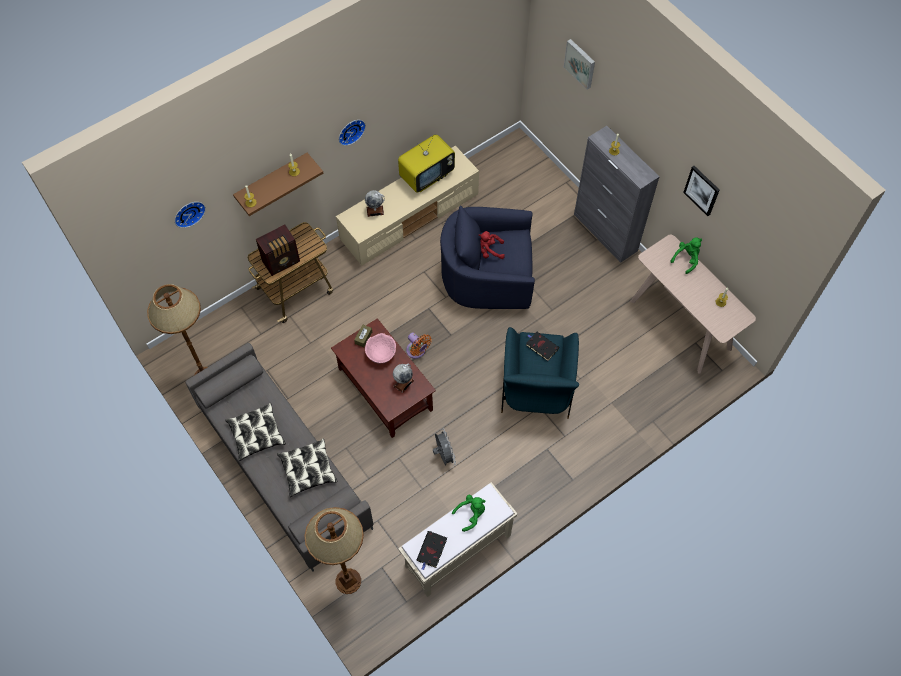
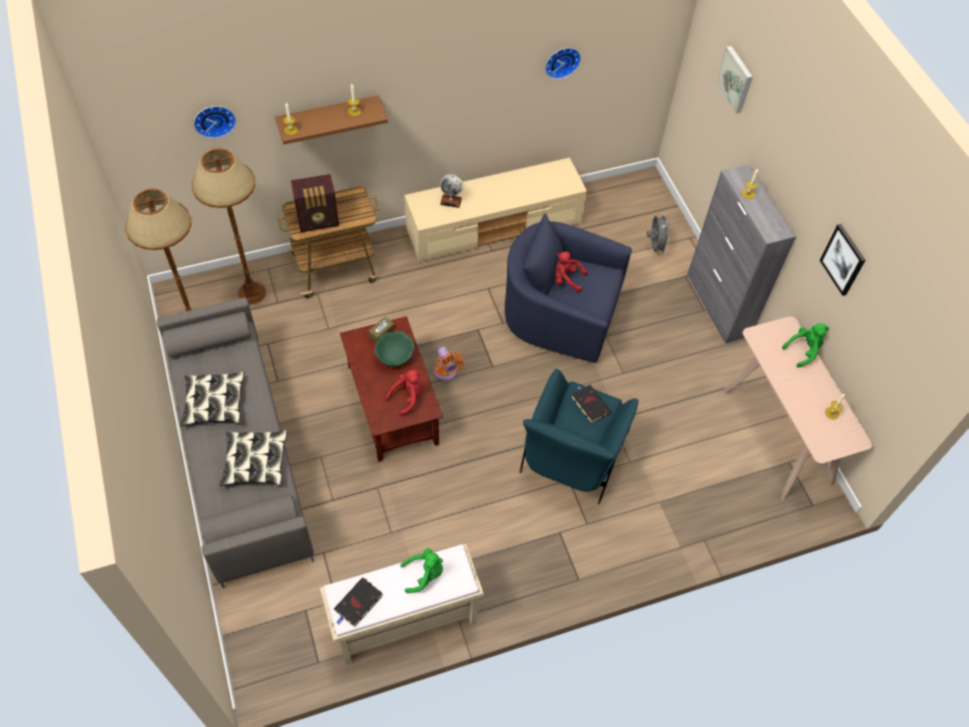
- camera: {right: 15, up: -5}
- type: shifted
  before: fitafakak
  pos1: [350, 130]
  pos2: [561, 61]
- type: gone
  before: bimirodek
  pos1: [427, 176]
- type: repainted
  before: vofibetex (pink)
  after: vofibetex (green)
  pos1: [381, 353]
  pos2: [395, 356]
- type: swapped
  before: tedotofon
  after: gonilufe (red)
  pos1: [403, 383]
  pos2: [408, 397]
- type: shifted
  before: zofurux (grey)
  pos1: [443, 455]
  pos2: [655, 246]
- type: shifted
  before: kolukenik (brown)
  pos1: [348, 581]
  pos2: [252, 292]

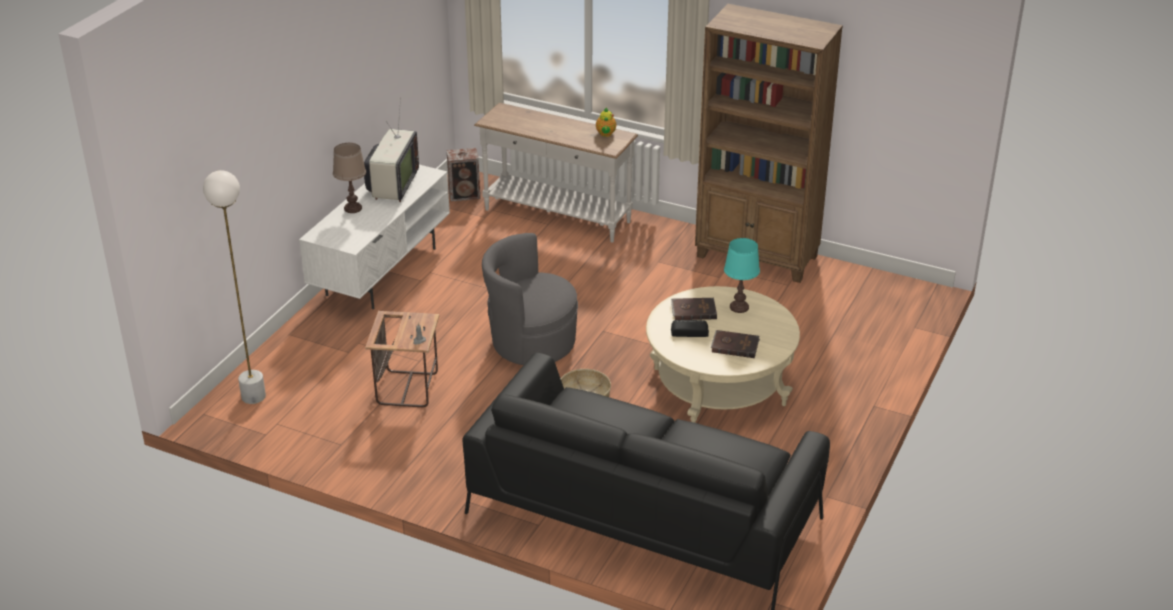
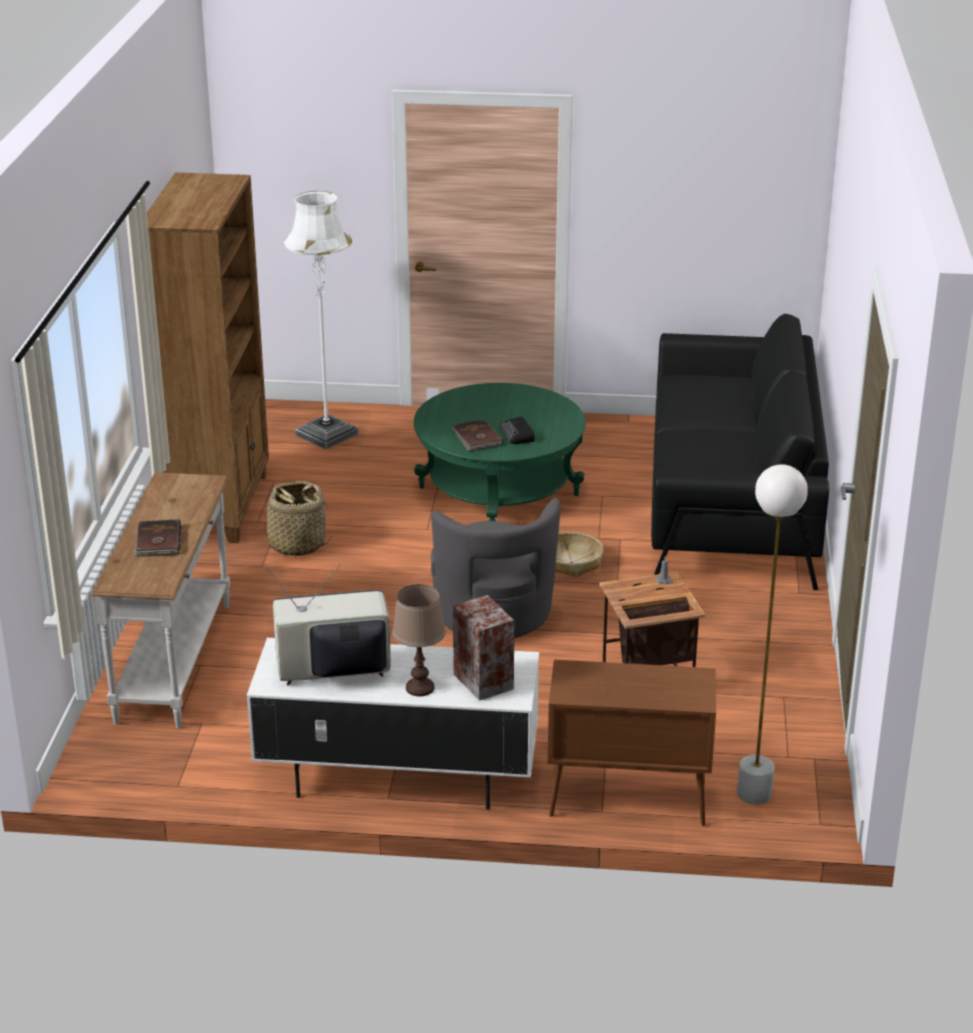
- camera: {right: -110, up: -5}
- type: gone
  before: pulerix
  pos1: [605, 134]
- type: shifted
  before: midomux
  pos1: [465, 194]
  pos2: [483, 680]
- type: gone
  before: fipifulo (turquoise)
  pos1: [739, 307]
- type: repainted
  before: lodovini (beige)
  after: lodovini (green)
  pos1: [718, 387]
  pos2: [499, 492]
- type: shifted
  before: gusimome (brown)
  pos1: [735, 345]
  pos2: [157, 541]
- type: new
  after: kolukenik (white)
  pos2: [327, 434]
- type: new
  after: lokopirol
  pos2: [296, 544]
- type: new
  after: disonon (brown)
  pos2: [626, 800]

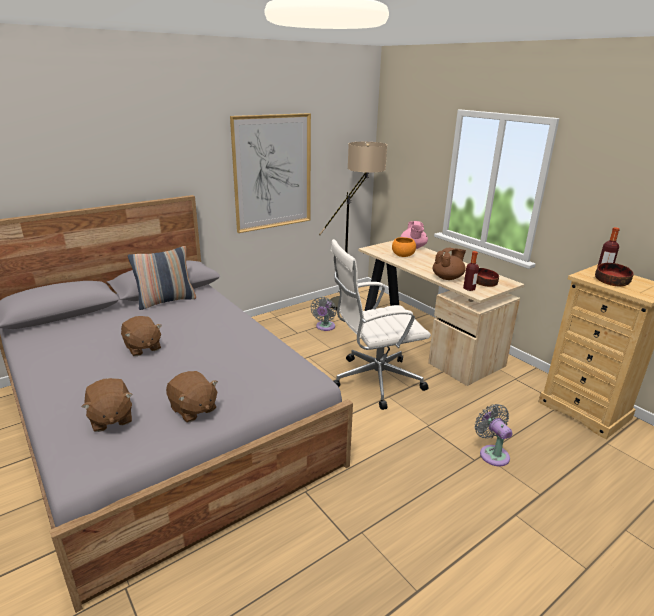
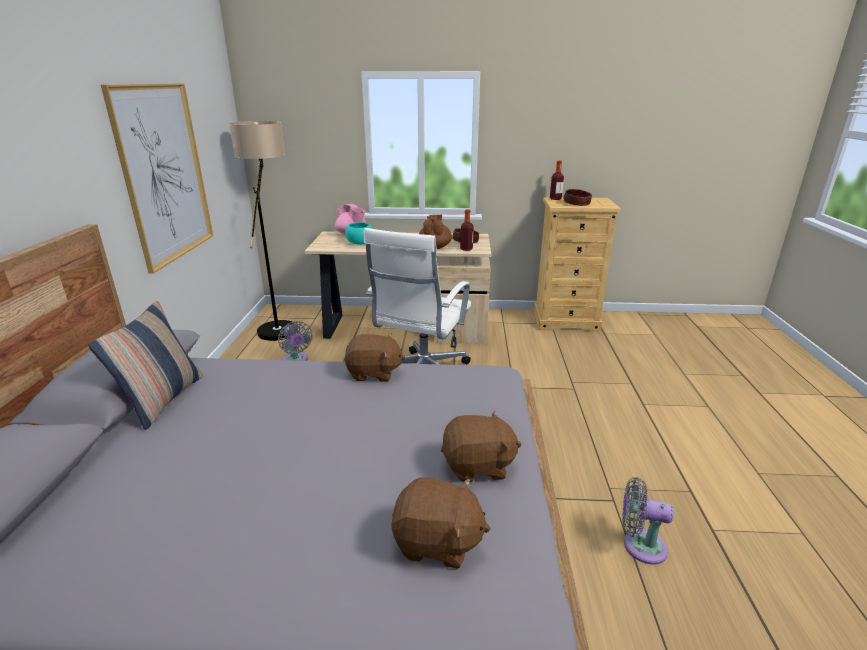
- camera: {right: -50, up: 0}
- type: repainted
  before: vofibetex (orange)
  after: vofibetex (turquoise)
  pos1: [402, 255]
  pos2: [359, 243]
- type: shifted
  before: gonilufe (brown)
  pos1: [142, 348]
  pos2: [374, 373]
- type: shifted
  before: zofurux (grey)
  pos1: [492, 453]
  pos2: [639, 545]

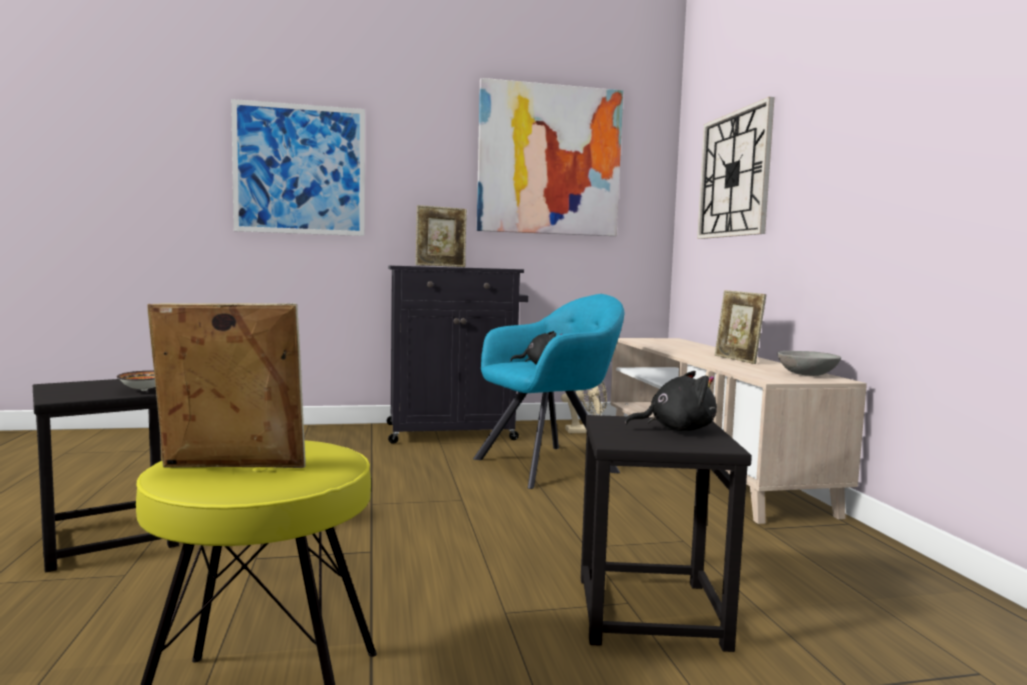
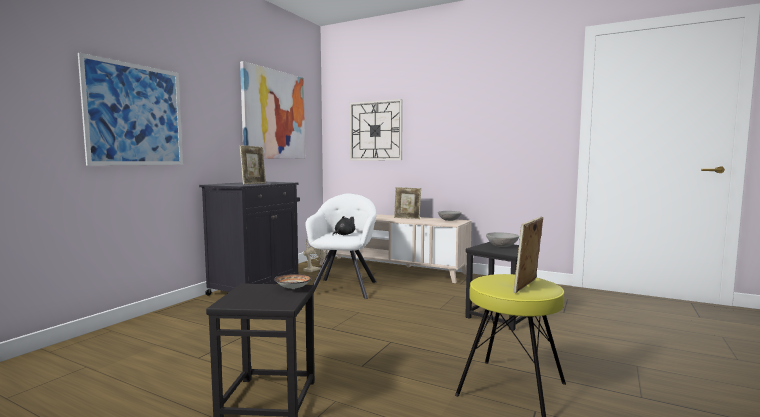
- camera: {right: -50, up: 0}
- type: repainted
  before: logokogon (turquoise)
  after: logokogon (white)
  pos1: [550, 464]
  pos2: [344, 287]
- type: swapped
  before: gonilufe (black)
  after: vofibetex (grey)
  pos1: [676, 429]
  pos2: [501, 246]

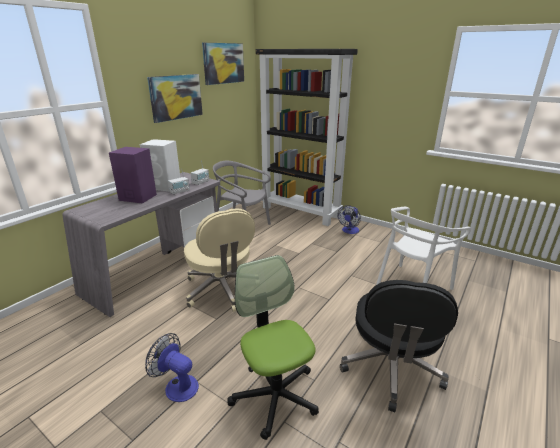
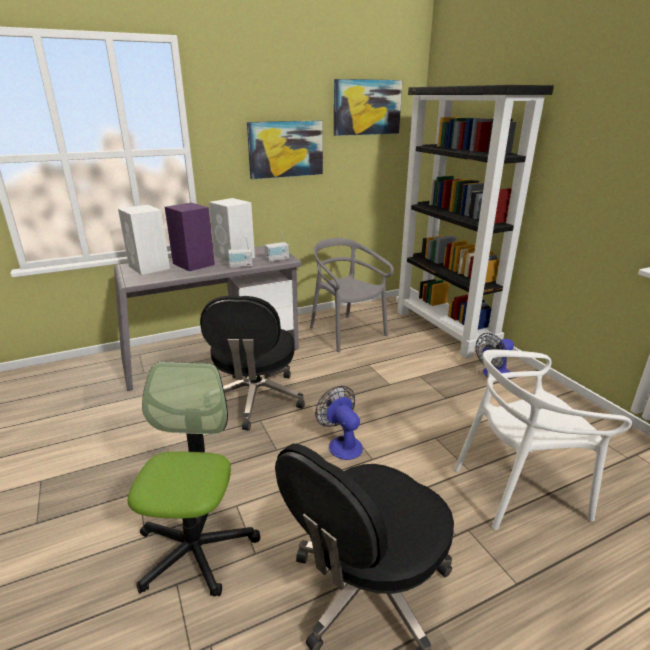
- camera: {right: 30, up: 0}
- type: repainted
  before: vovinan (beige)
  after: vovinan (black)
  pos1: [221, 290]
  pos2: [255, 400]
- type: shifted
  before: zofurux
  pos1: [177, 385]
  pos2: [342, 444]
- type: new
  after: midomux (white)
  pos2: [149, 267]

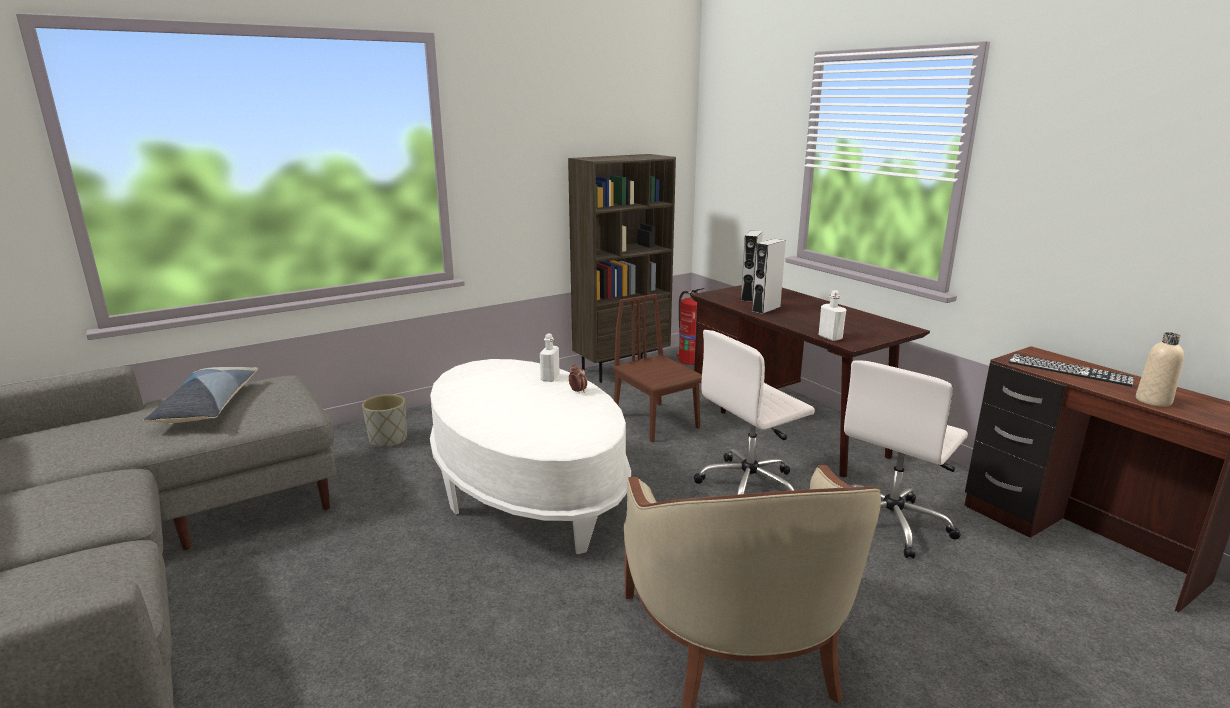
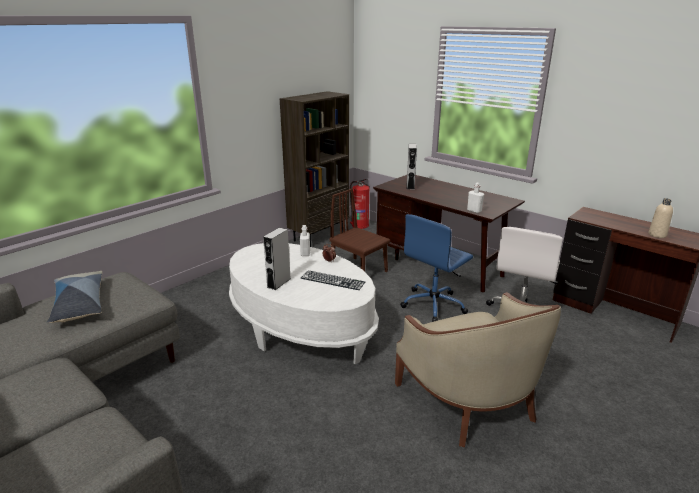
- camera: {right: -15, up: 5}
- type: shifted
  before: midomux (grey)
  pos1: [766, 309]
  pos2: [279, 283]
- type: repainted
  before: vovinan (white)
  after: vovinan (blue)
  pos1: [750, 485]
  pos2: [434, 304]
- type: shifted
  before: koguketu
  pos1: [1069, 370]
  pos2: [332, 280]
- type: gone
  before: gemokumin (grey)
  pos1: [388, 440]

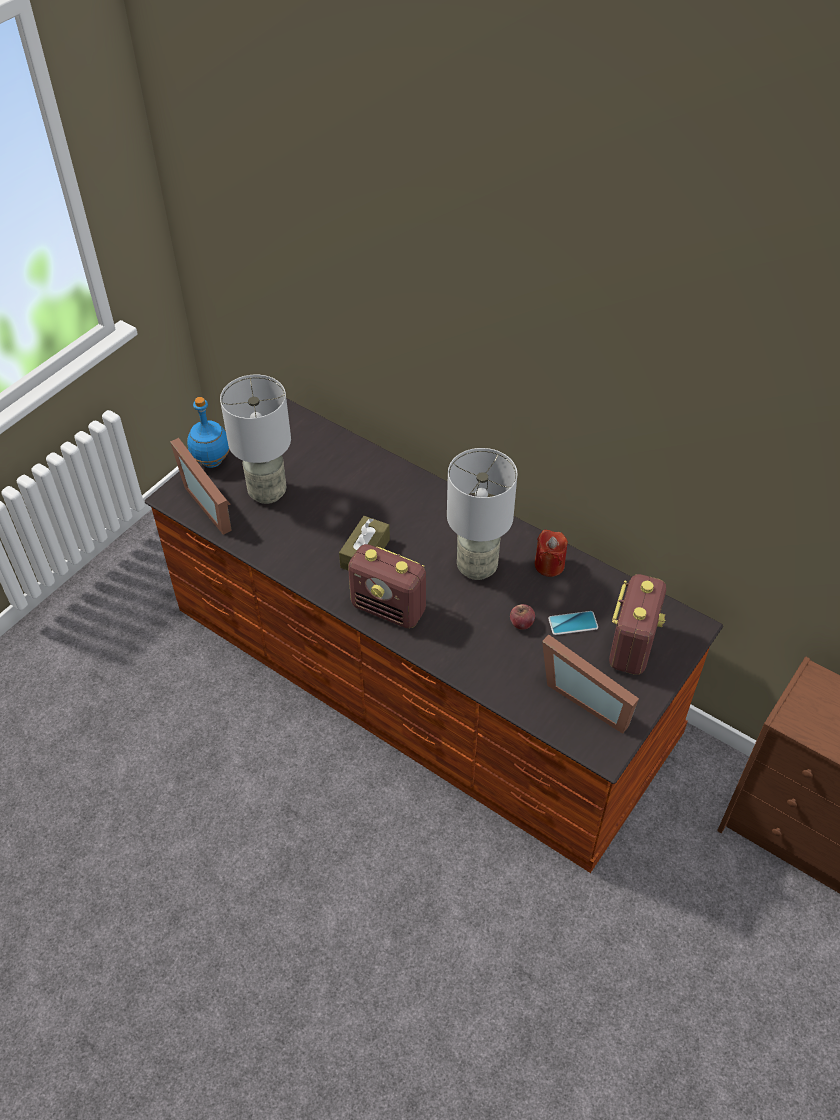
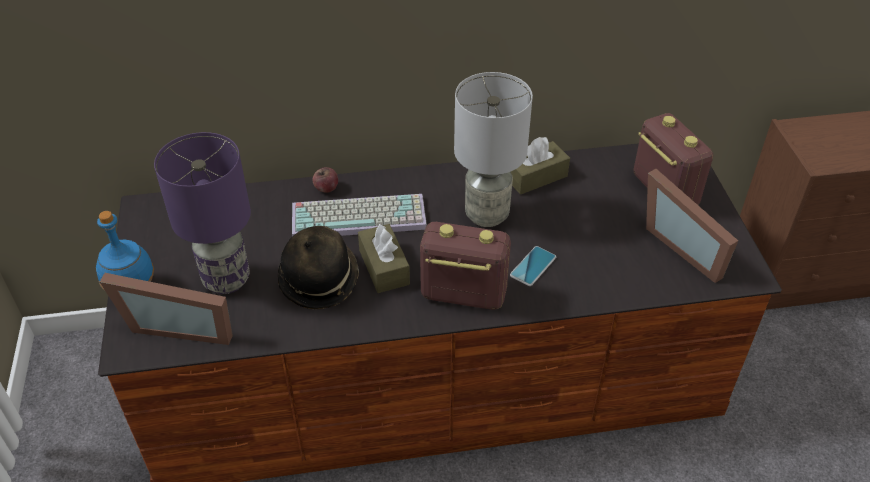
- camera: {right: -45, up: -5}
- type: repainted
  before: fipifulo (grey)
  after: fipifulo (purple)
  pos1: [266, 493]
  pos2: [226, 280]
- type: swapped
  before: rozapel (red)
  after: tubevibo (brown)
  pos1: [549, 565]
  pos2: [536, 177]
- type: rotated
  before: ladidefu
  pos1: [389, 609]
  pos2: [462, 294]
  turn: -150
- type: shifted
  before: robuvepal
  pos1: [521, 623]
  pos2: [326, 188]
- type: shifted
  before: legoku
  pos1: [573, 623]
  pos2: [533, 266]
- type: rotated
  before: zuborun
  pos1: [588, 696]
  pos2: [686, 245]
  turn: 60
- type: new
  after: koguketu
  pos2: [360, 216]
- type: new
  after: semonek
  pos2: [319, 279]

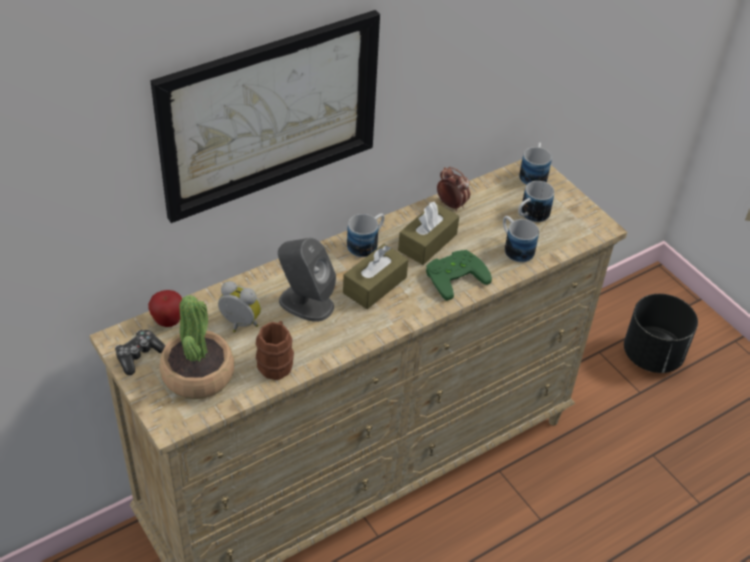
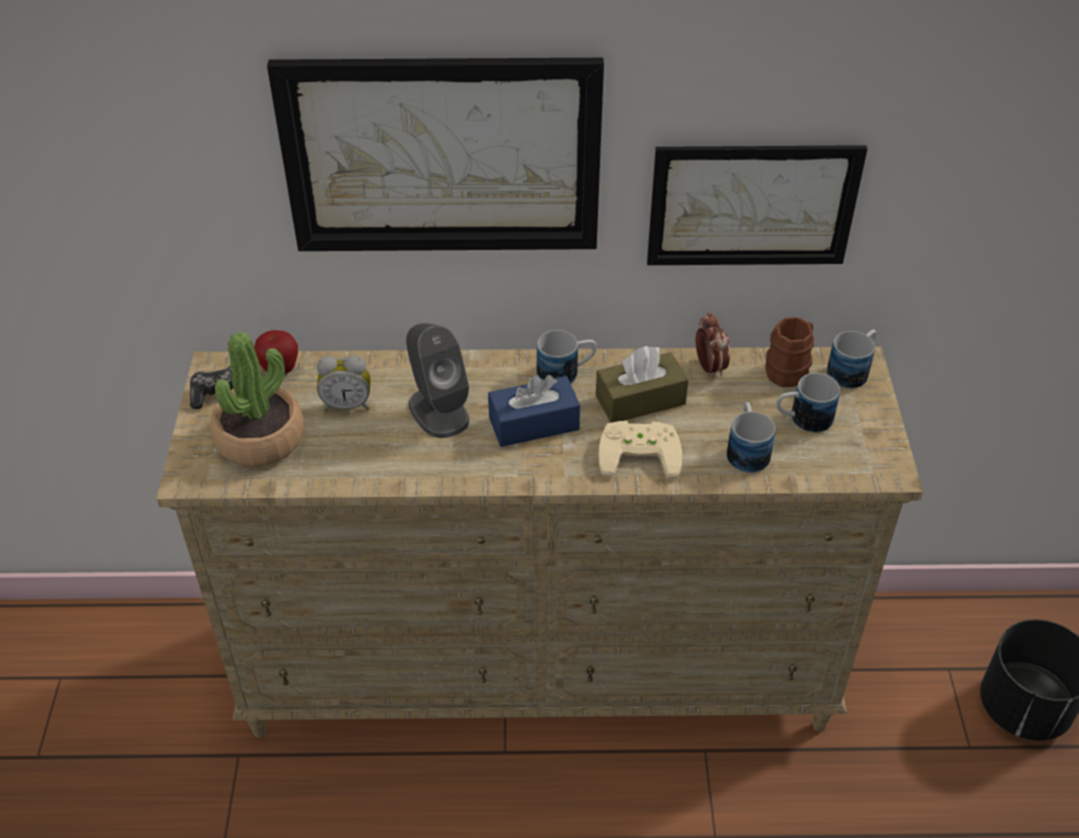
- camera: {right: 35, up: 0}
- type: repainted
  before: tubevibo (brown)
  after: tubevibo (blue)
  pos1: [375, 285]
  pos2: [534, 423]
- type: repainted
  before: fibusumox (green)
  after: fibusumox (beige)
  pos1: [454, 275]
  pos2: [639, 451]
- type: rotated
  before: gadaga
  pos1: [239, 325]
  pos2: [347, 404]
  turn: 120
- type: shifted
  before: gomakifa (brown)
  pos1: [276, 361]
  pos2: [790, 369]
- type: new
  after: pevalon
  pos2: [752, 205]

